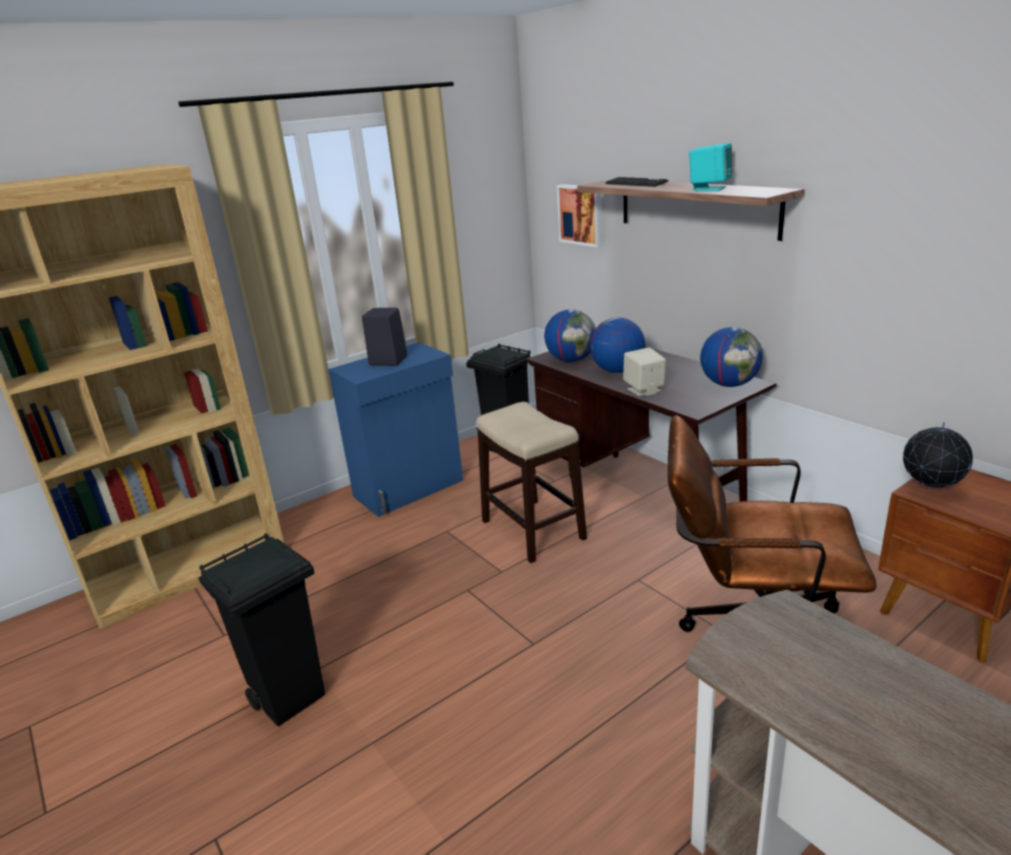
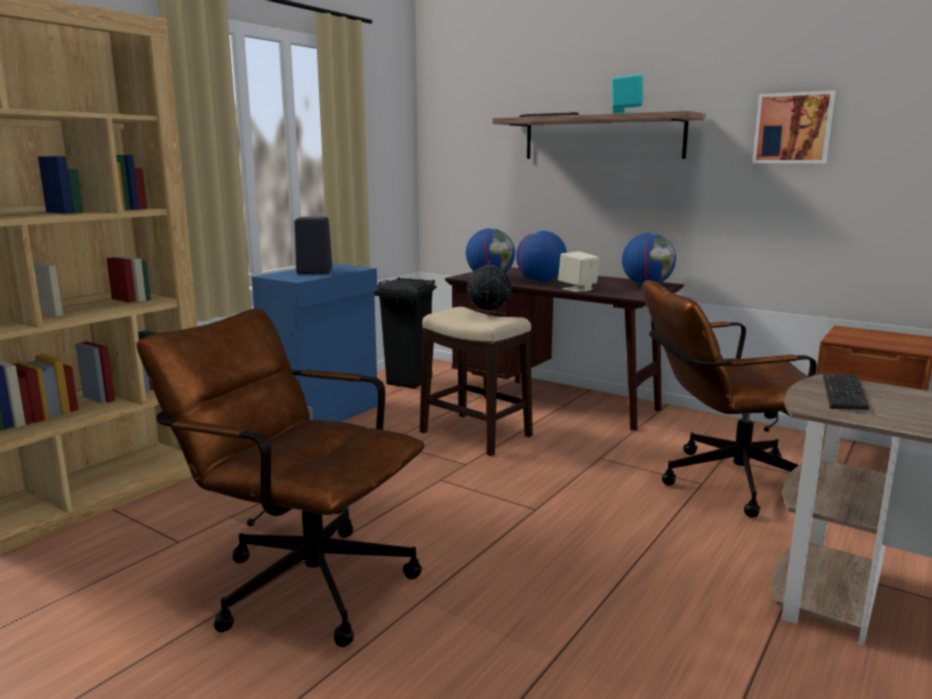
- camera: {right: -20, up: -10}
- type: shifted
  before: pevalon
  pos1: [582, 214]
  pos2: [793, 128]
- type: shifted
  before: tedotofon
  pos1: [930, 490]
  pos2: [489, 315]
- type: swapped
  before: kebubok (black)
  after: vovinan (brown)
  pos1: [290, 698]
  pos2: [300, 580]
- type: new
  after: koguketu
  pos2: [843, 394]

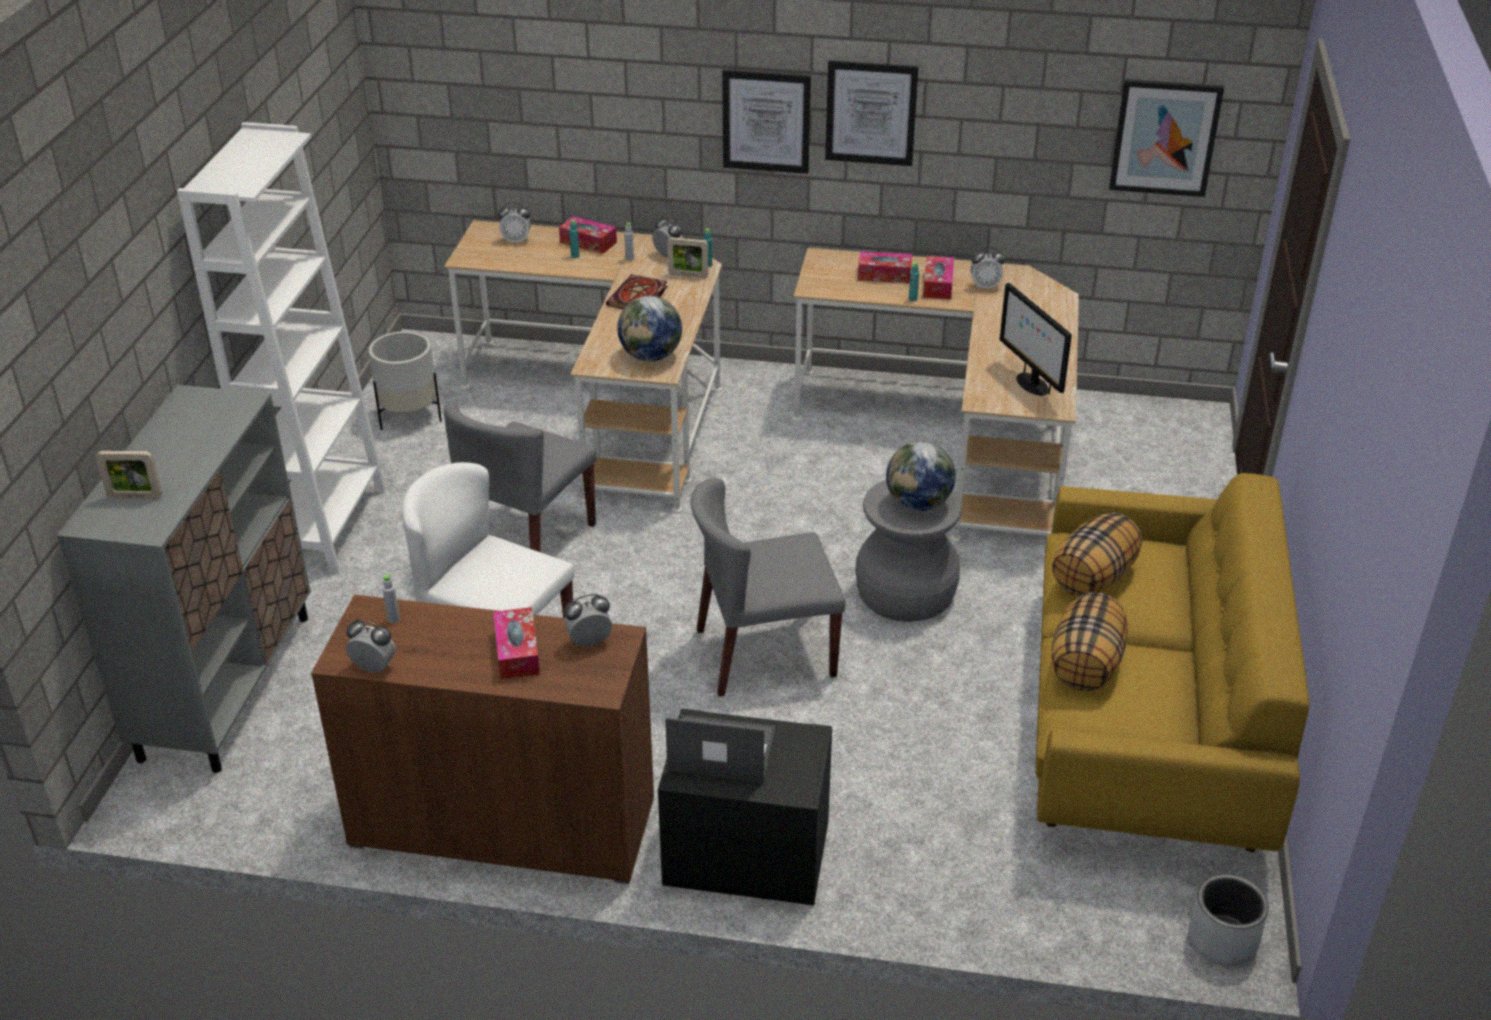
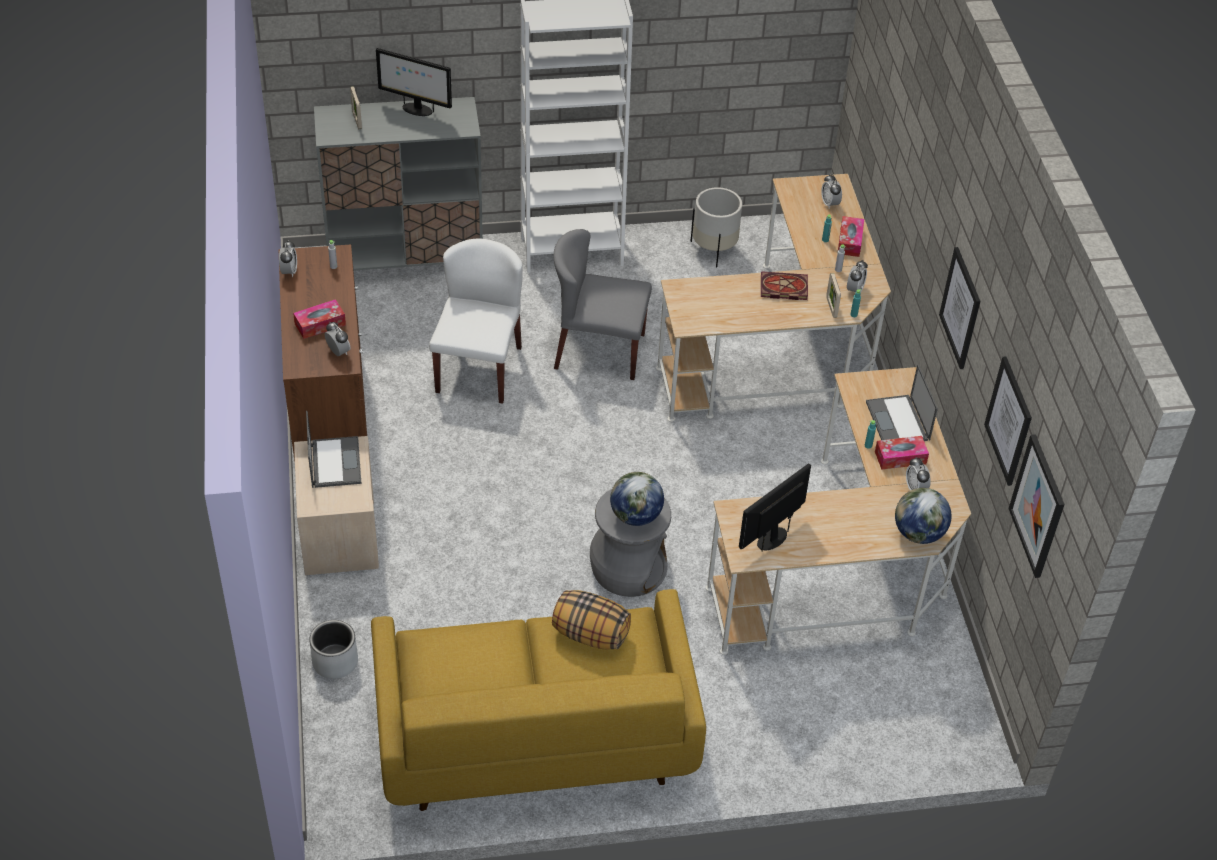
- camera: {right: 70, up: 10}
- type: shifted
  before: pevalon
  pos1: [766, 121]
  pos2: [1009, 421]
- type: swapped
  before: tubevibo
  after: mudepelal
  pos1: [884, 275]
  pos2: [898, 421]
- type: shifted
  before: tedotofon
  pos1: [651, 356]
  pos2: [918, 534]
- type: gone
  before: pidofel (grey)
  pos1: [764, 653]
- type: gone
  before: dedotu
  pos1: [1086, 666]
- type: repainted
  before: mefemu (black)
  after: mefemu (beige)
  pos1: [745, 852]
  pos2: [339, 533]
- type: shifted
  before: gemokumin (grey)
  pos1: [1222, 941]
  pos2: [335, 662]
- type: new
  after: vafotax
  pos2: [416, 109]

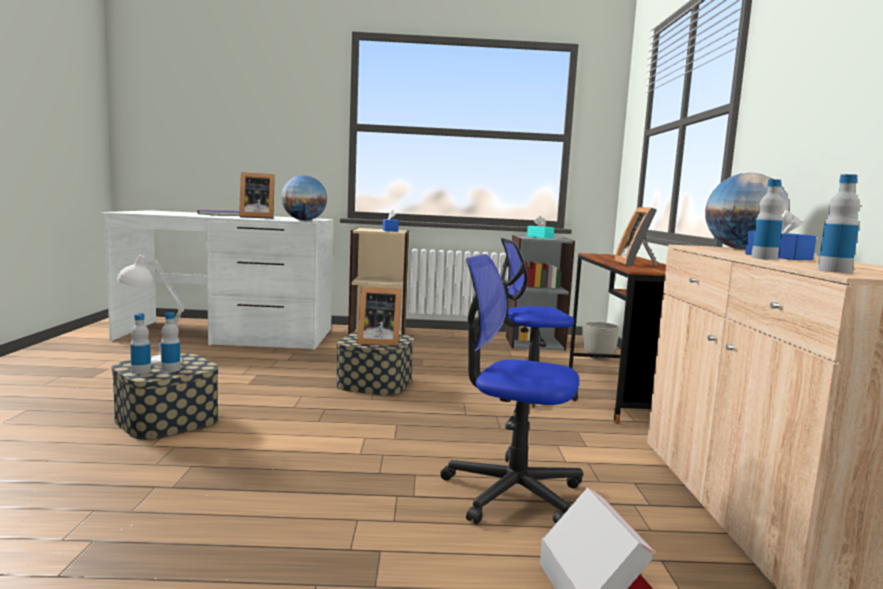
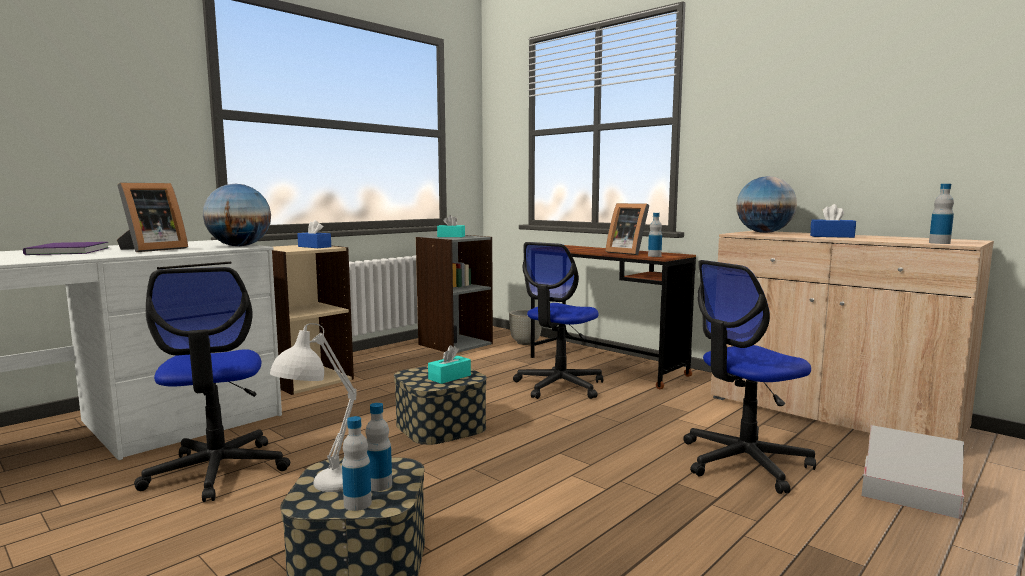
- camera: {right: -45, up: 0}
- type: shifted
  before: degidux
  pos1: [764, 258]
  pos2: [654, 256]
- type: swapped
  before: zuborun
  after: tubevibo (turquoise)
  pos1: [377, 342]
  pos2: [449, 377]
- type: new
  after: vovinan
  pos2: [217, 471]

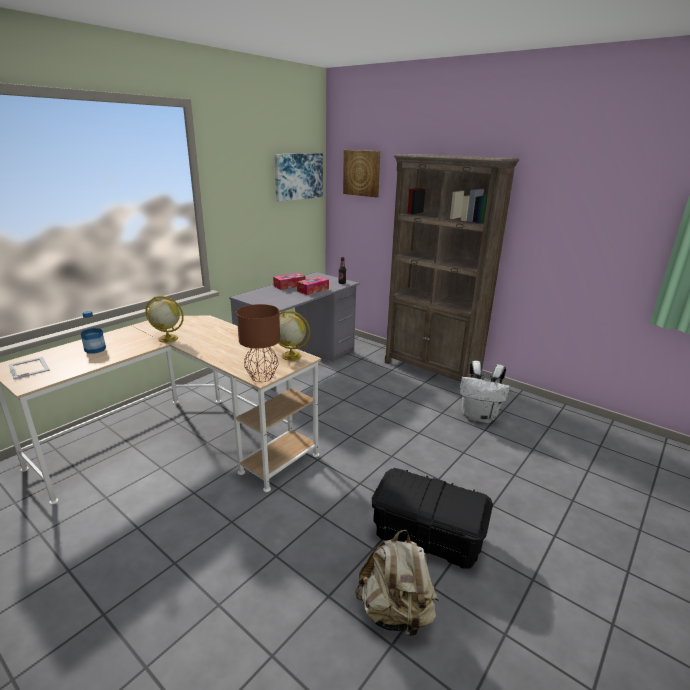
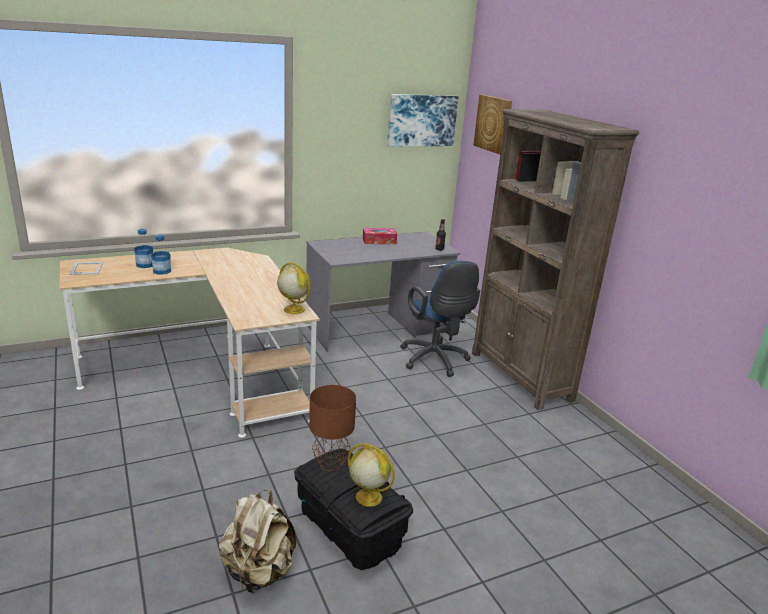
- camera: {right: 25, up: 0}
- type: gone
  before: tubevibo
  pos1: [313, 290]
- type: shifted
  before: tedotofon
  pos1: [167, 338]
  pos2: [368, 497]
- type: shifted
  before: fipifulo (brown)
  pos1: [262, 377]
  pos2: [331, 464]
- type: gone
  before: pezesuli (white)
  pos1: [479, 416]
- type: new
  after: degidux
  pos2: [162, 271]
- type: new
  after: vovinan (blue)
  pos2: [435, 361]

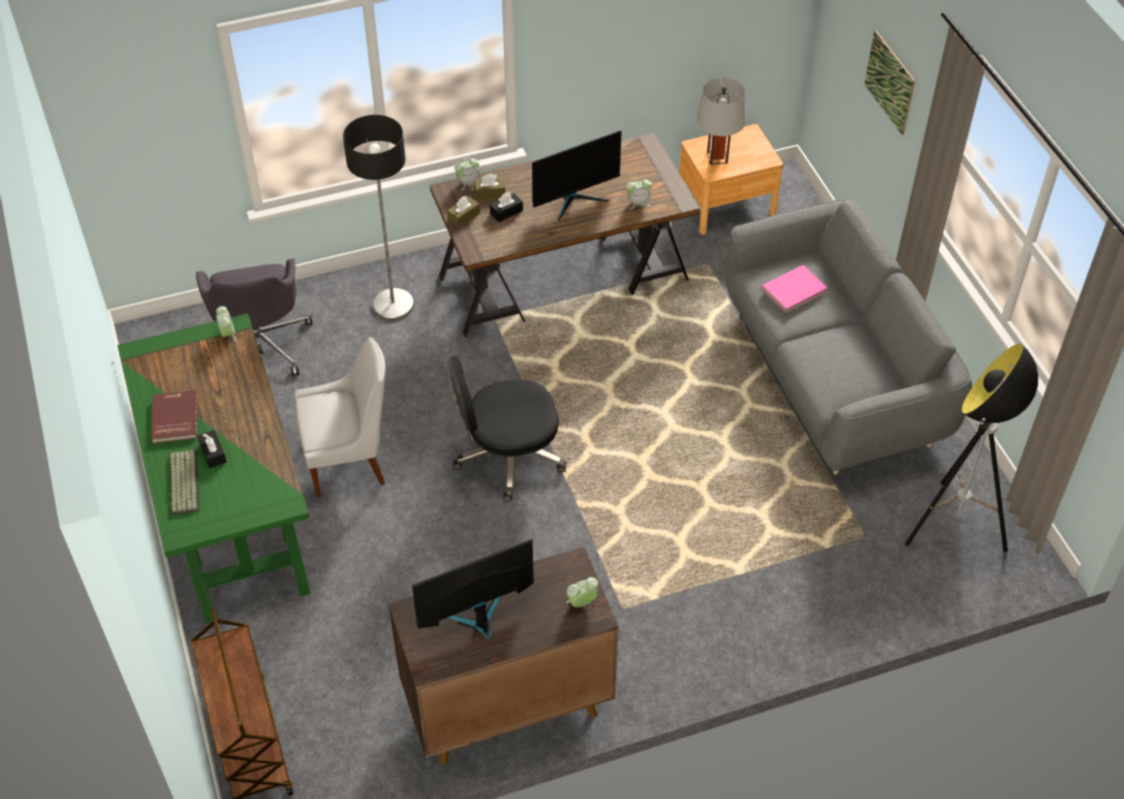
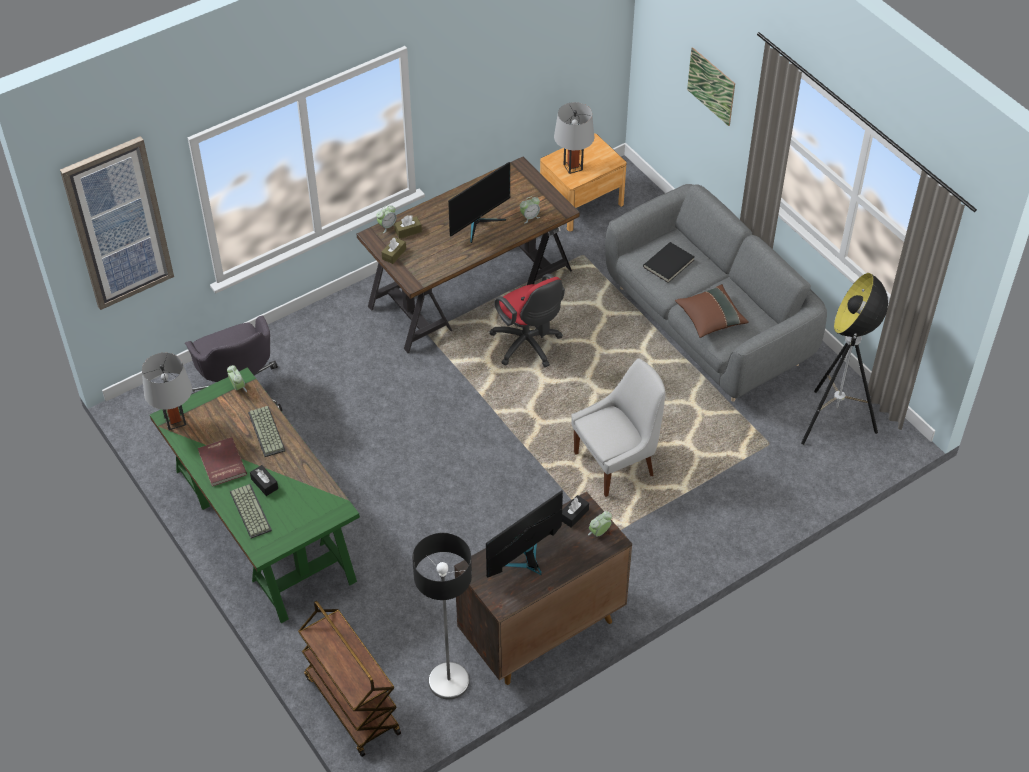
- camera: {right: -15, up: 0}
- type: shifted
  before: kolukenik
  pos1: [393, 305]
  pos2: [449, 681]
- type: shifted
  before: tubevibo (black)
  pos1: [506, 212]
  pos2: [574, 515]
- type: repainted
  before: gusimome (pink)
  after: gusimome (black)
  pos1: [794, 291]
  pos2: [669, 264]
- type: shifted
  before: pidofel (white)
  pos1: [349, 460]
  pos2: [616, 463]
- type: gone
  before: vovinan (black)
  pos1: [507, 457]
- type: new
  after: pevalon
  pos2: [118, 224]
- type: new
  after: vovinan (red)
  pos2: [528, 346]
- type: new
  after: dedotu (brown)
  pos2: [710, 319]
- type: new
  after: fipifulo (grey)
  pos2: [175, 421]
- type: new
  after: koguketu
  pos2: [268, 432]

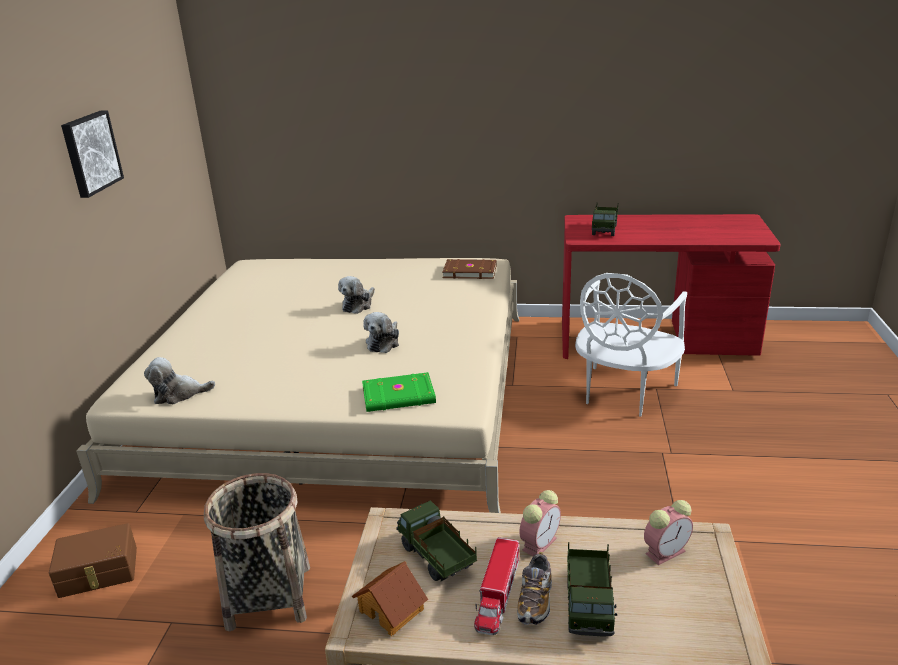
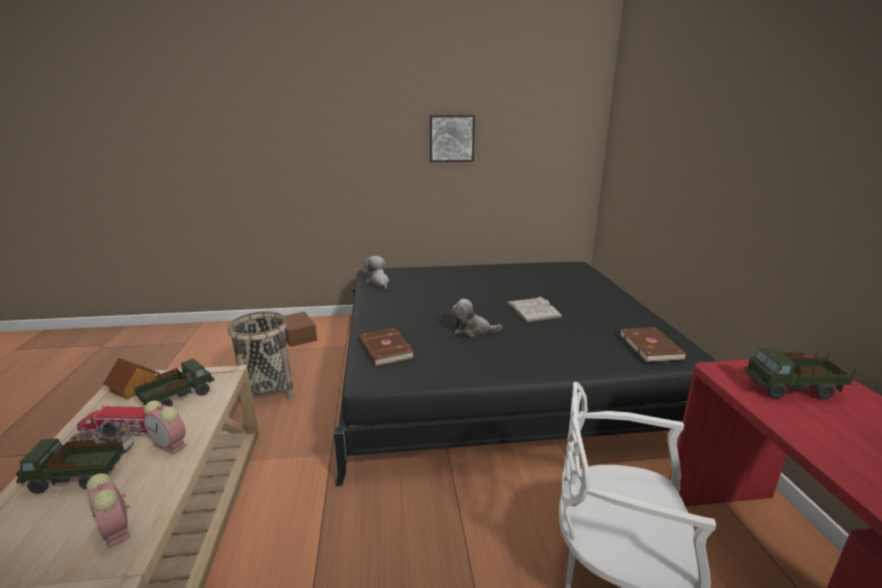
- camera: {right: 75, up: -5}
- type: repainted
  before: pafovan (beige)
  after: pafovan (black)
  pos1: [341, 395]
  pos2: [497, 369]
- type: swapped
  before: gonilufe
  after: gusimome (white)
  pos1: [358, 305]
  pos2: [533, 310]
- type: repainted
  before: gusimome (green)
  after: gusimome (brown)
  pos1: [399, 396]
  pos2: [384, 349]

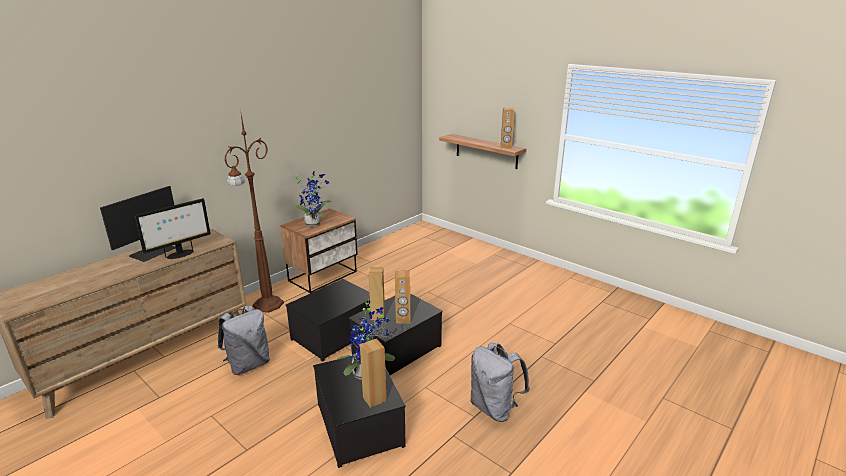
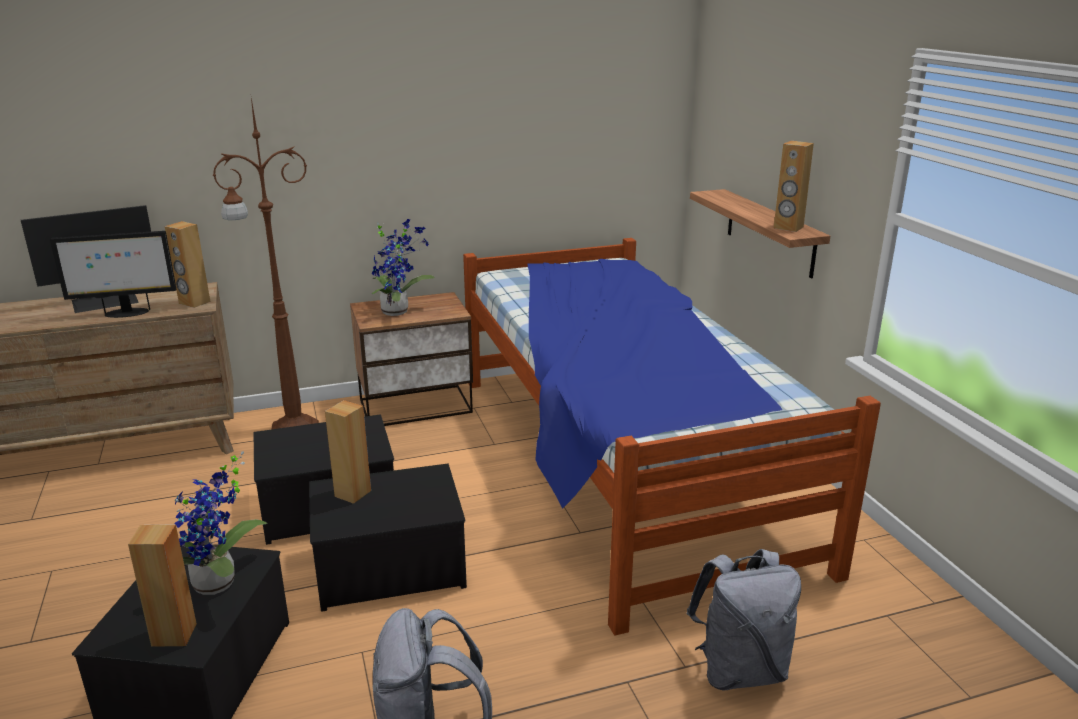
- camera: {right: 30, up: 0}
- type: shifted
  before: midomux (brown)
  pos1: [403, 319]
  pos2: [194, 302]
- type: shifted
  before: pezesuli (grey)
  pos1: [248, 365]
  pos2: [739, 670]
- type: new
  after: pafovan
  pos2: [619, 464]

